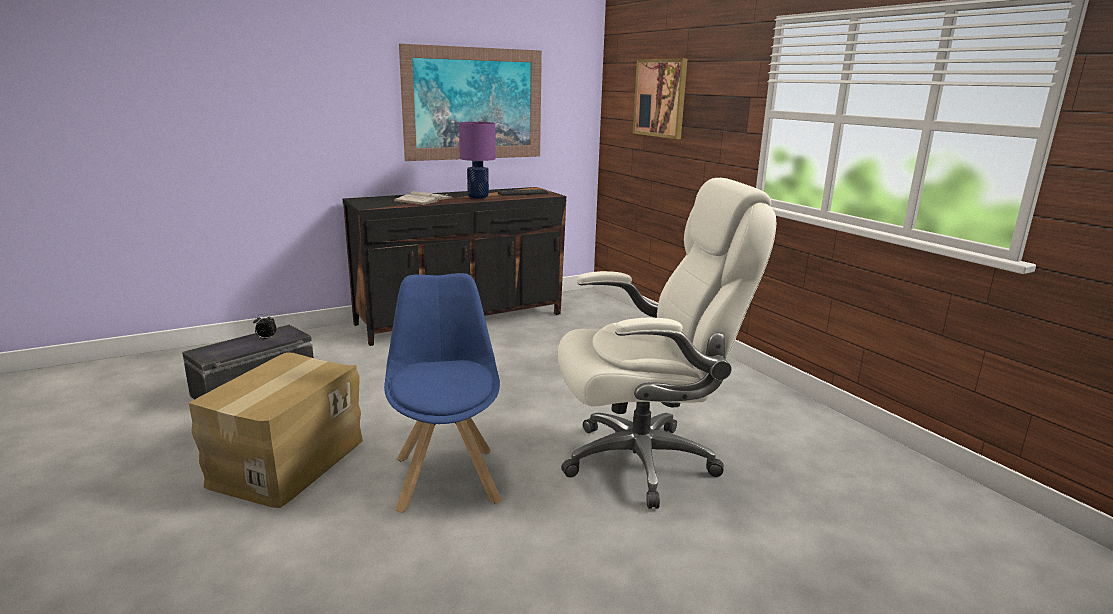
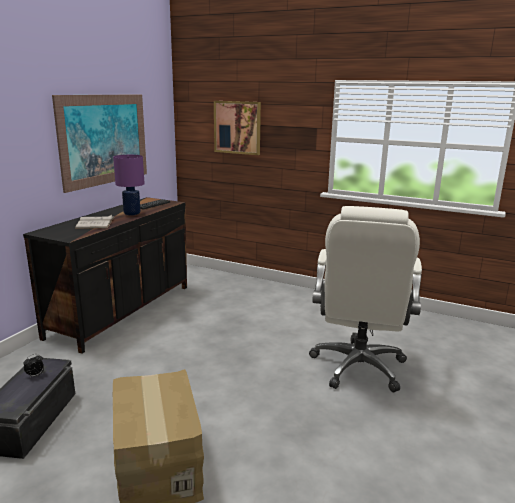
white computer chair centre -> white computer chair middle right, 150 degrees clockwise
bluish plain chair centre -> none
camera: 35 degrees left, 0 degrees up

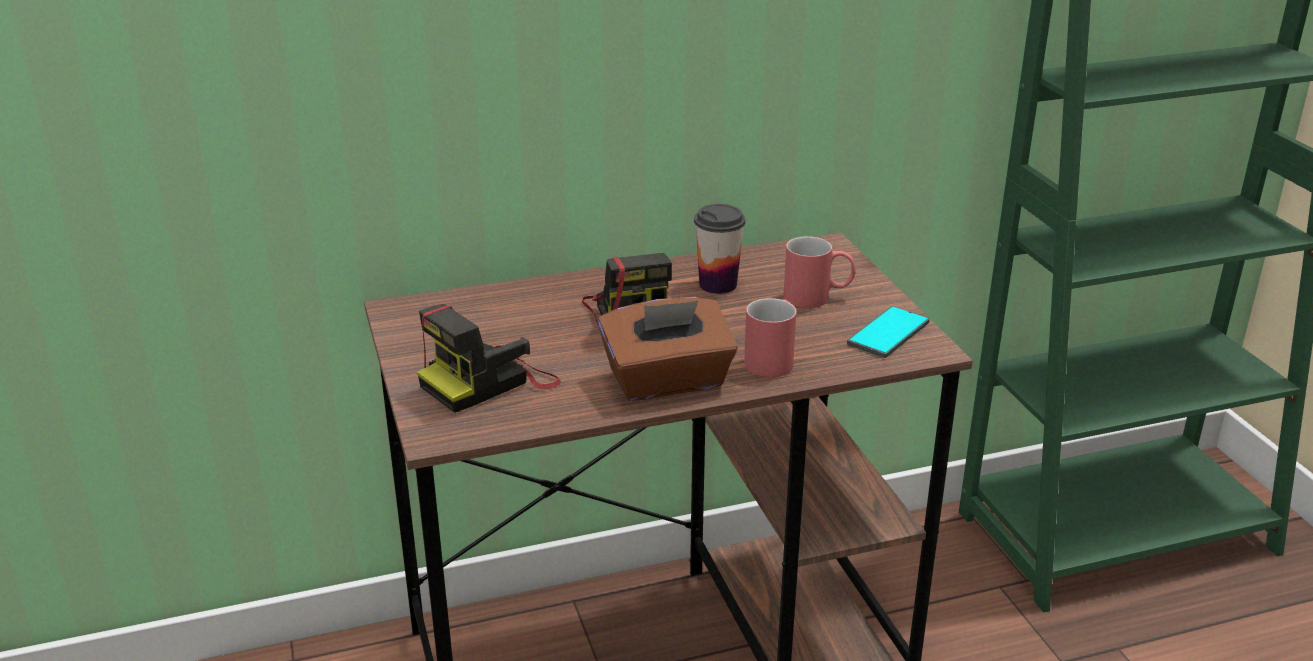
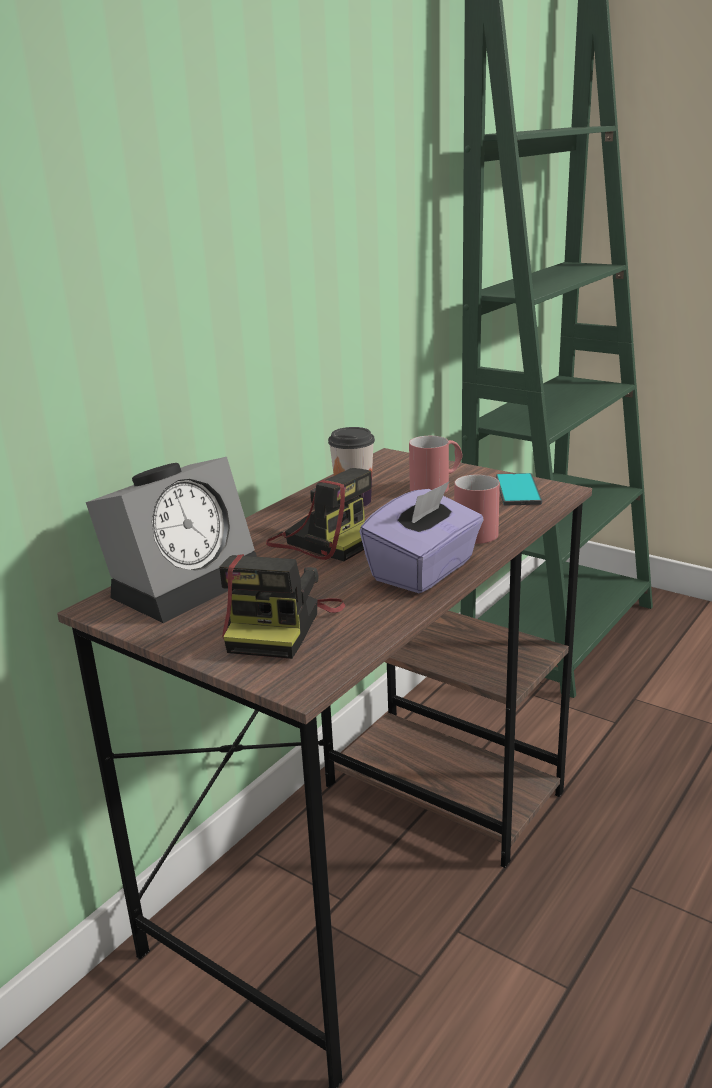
none -> alarm clock middle left
brown-coloured tissue holder centre -> purple tissue holder centre
camera: 35 degrees left, 5 degrees down

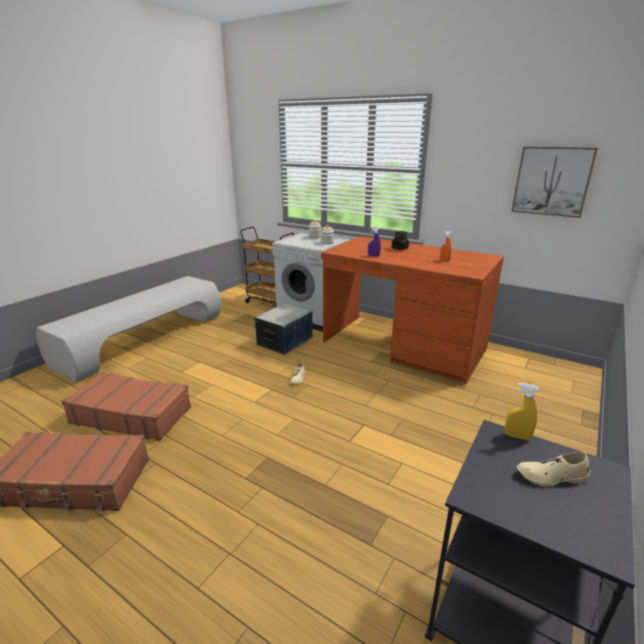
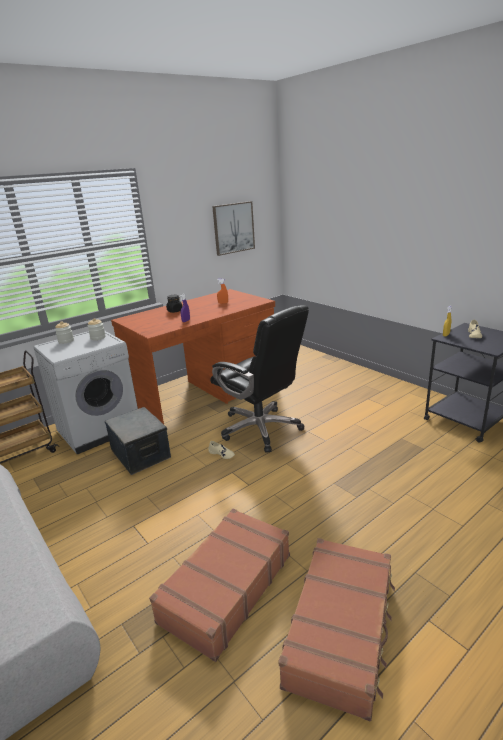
none -> black computer chair centre
camera: 70 degrees left, 0 degrees up

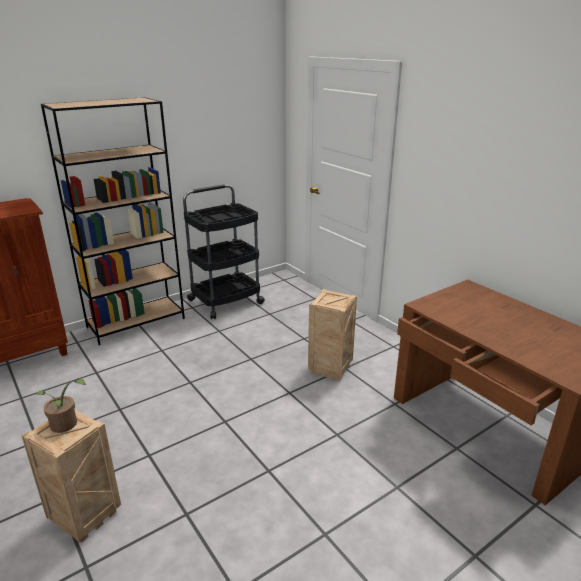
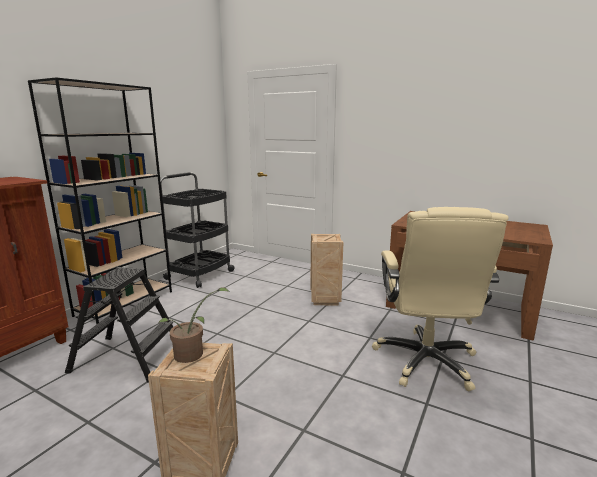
none -> black stepladder bottom left
none -> beige-coloured computer chair middle right
camera: 25 degrees left, 10 degrees down

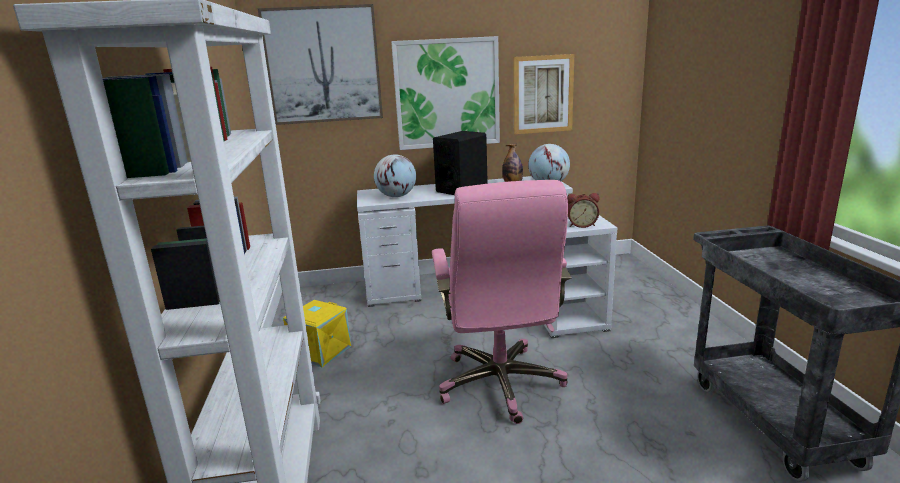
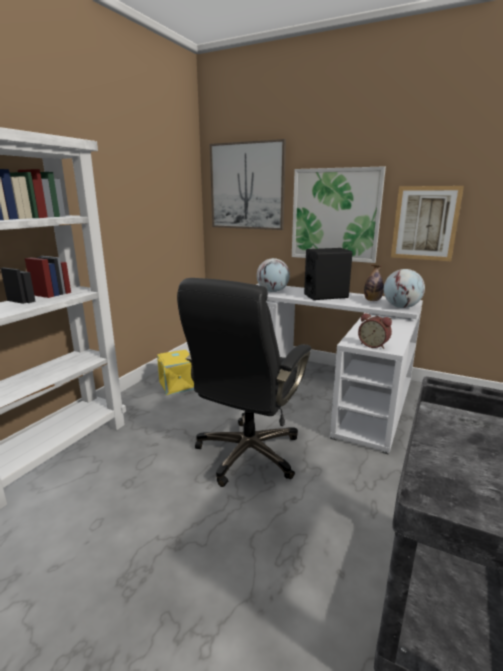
pink-coloured computer chair centre -> black computer chair centre
camera: 35 degrees right, 0 degrees up

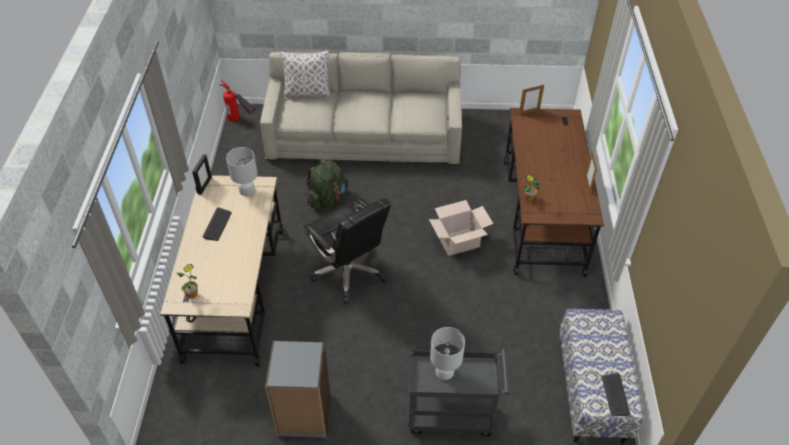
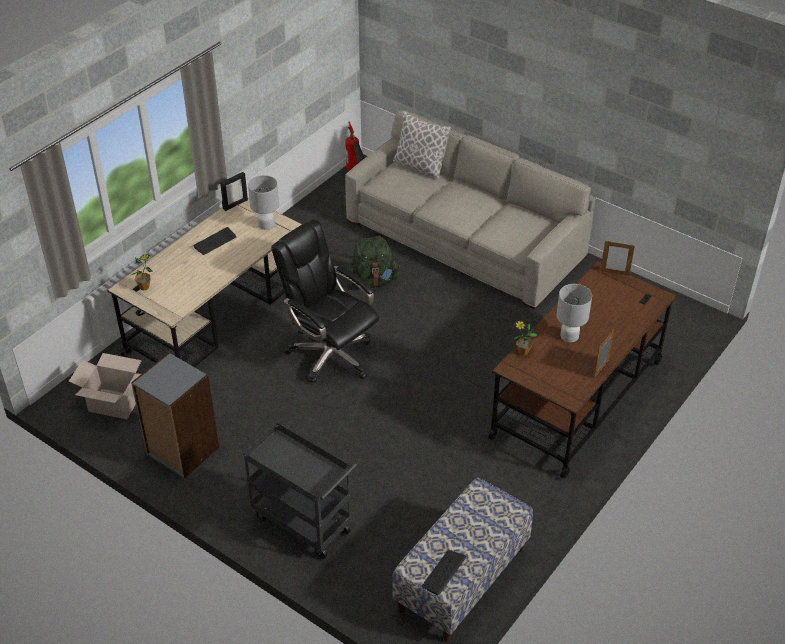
carton centre -> carton middle left, shifted
black computer chair centre, 135 degrees clockwise
grey tabletop lamp (no. 2 from left) bottom centre -> grey tabletop lamp (no. 2 from left) middle right, shifted
camera: 35 degrees right, 5 degrees down

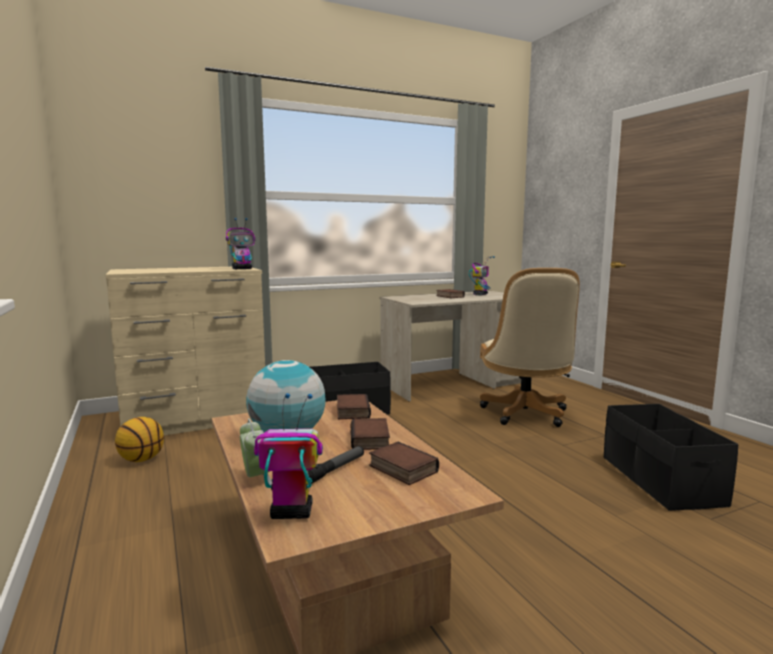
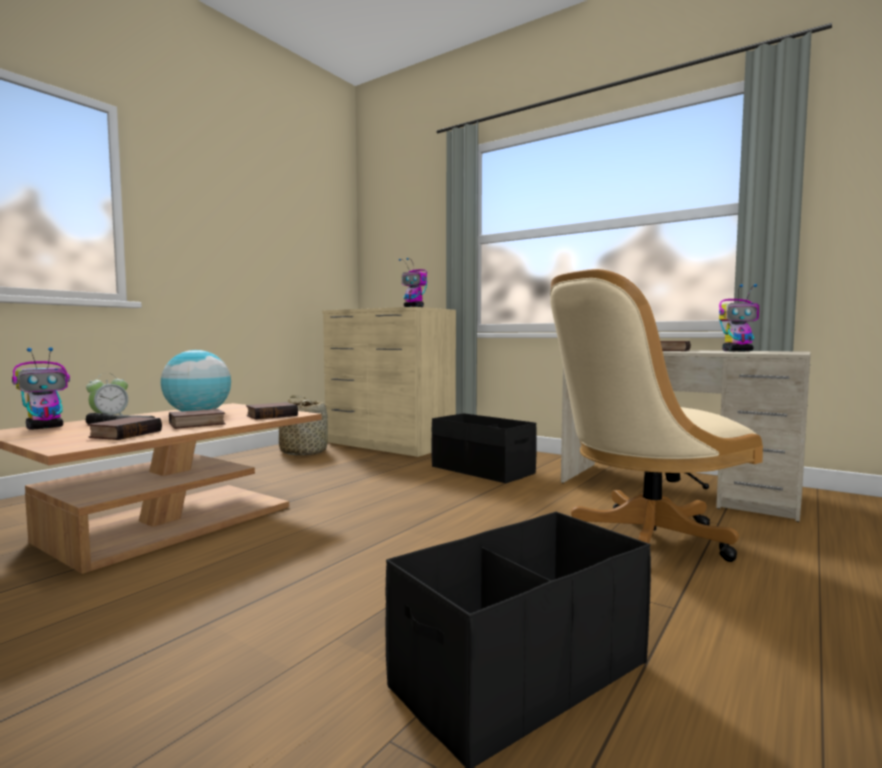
robot figure (no. 2 from left in the first image) bottom centre -> robot figure (no. 1 from left) middle left, 75 degrees clockwise
ball for basketball bottom left -> household basket centre
camera: 60 degrees right, 5 degrees down

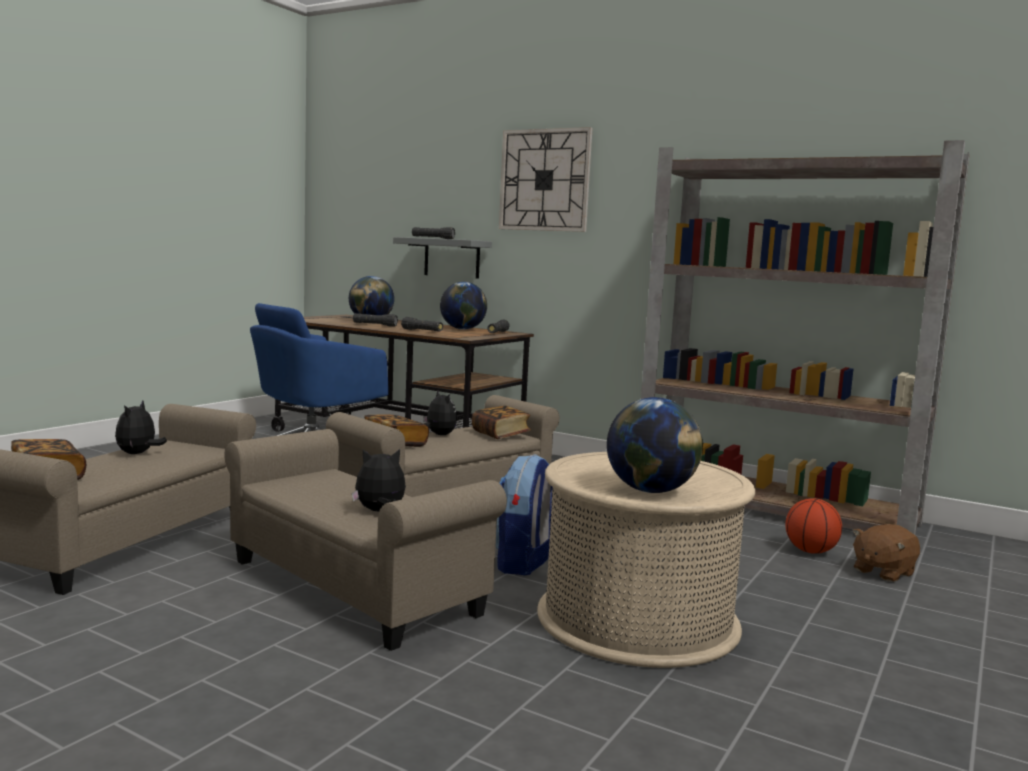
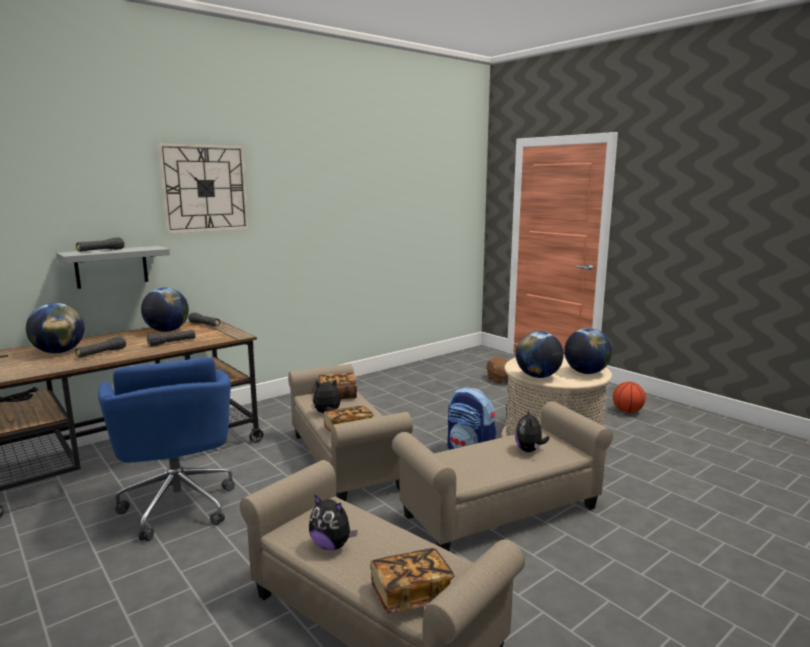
none -> globe (no. 3 from left) middle right
ball for basketball bottom right -> ball for basketball middle right, shifted
brown-coloured bookshelf middle right -> none
camera: 70 degrees left, 5 degrees up

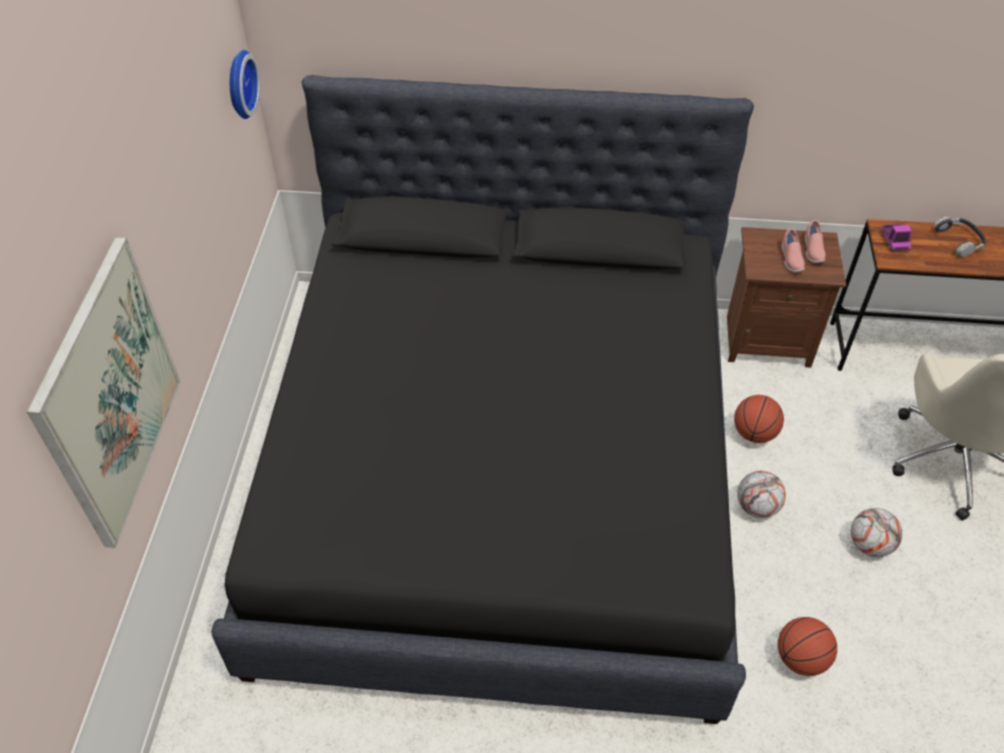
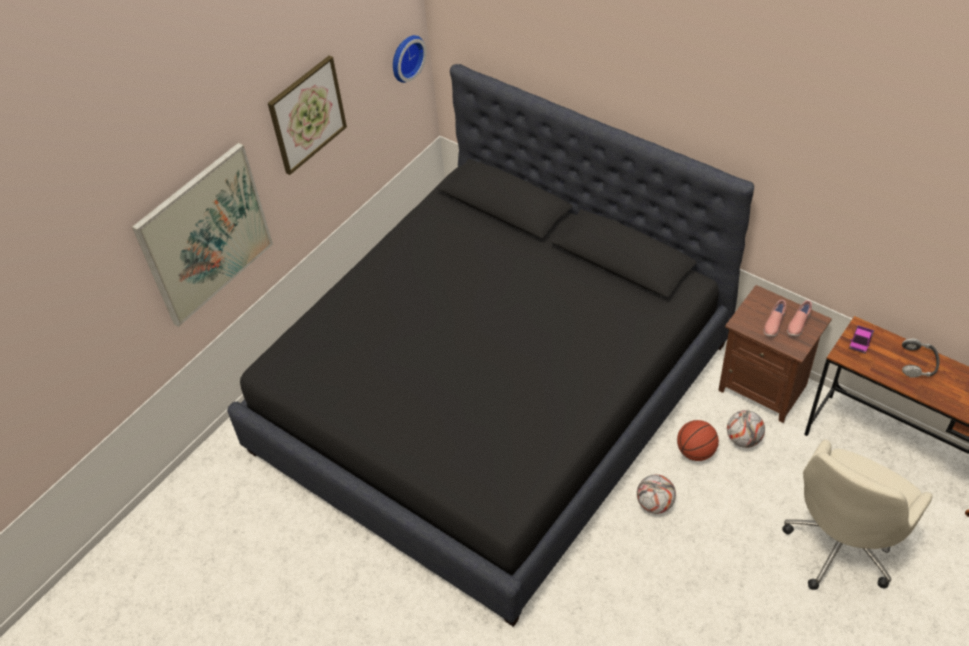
none -> picture (no. 2 from left) top left
football ball (no. 2 from left) bottom right -> football ball (no. 2 from left) middle right, shifted
ball for basketball (no. 2 from left) bottom right -> none
camera: 35 degrees right, 0 degrees up

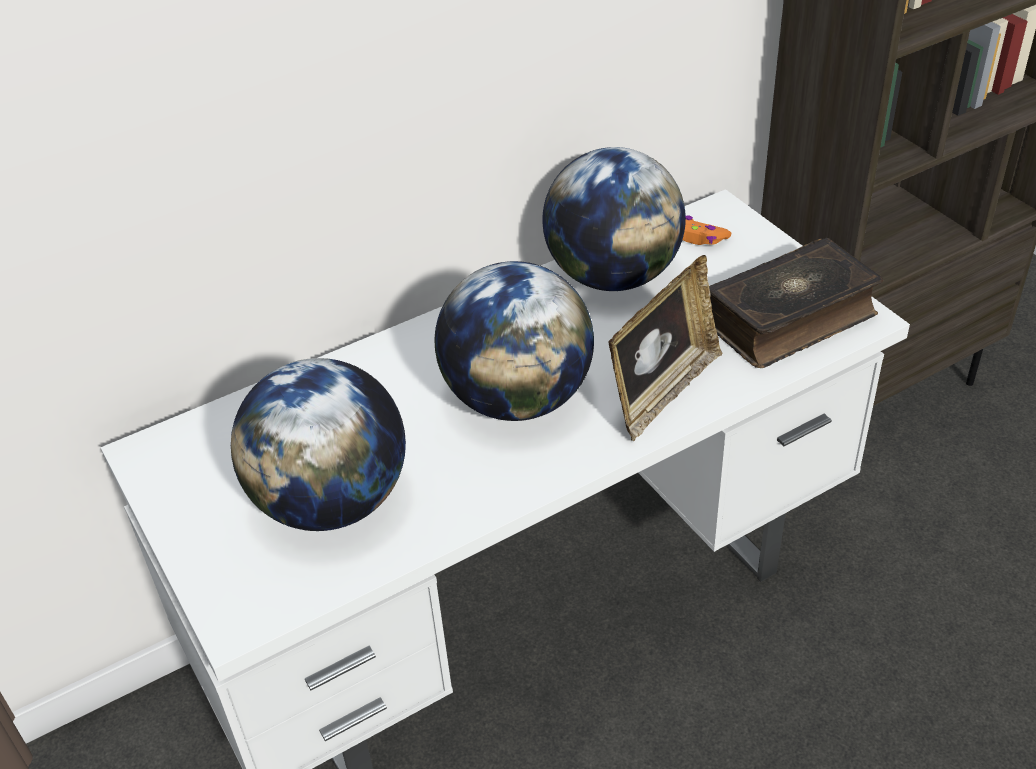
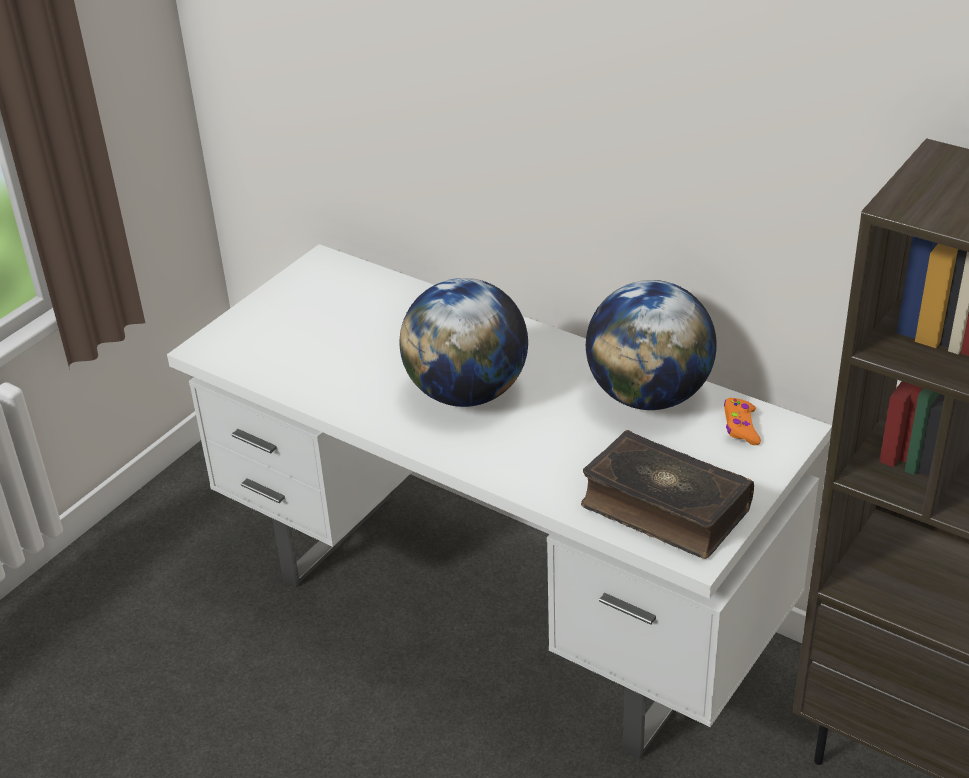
globe (no. 1 from left) middle left -> none
standing frame centre -> none
camera: 65 degrees right, 5 degrees down

